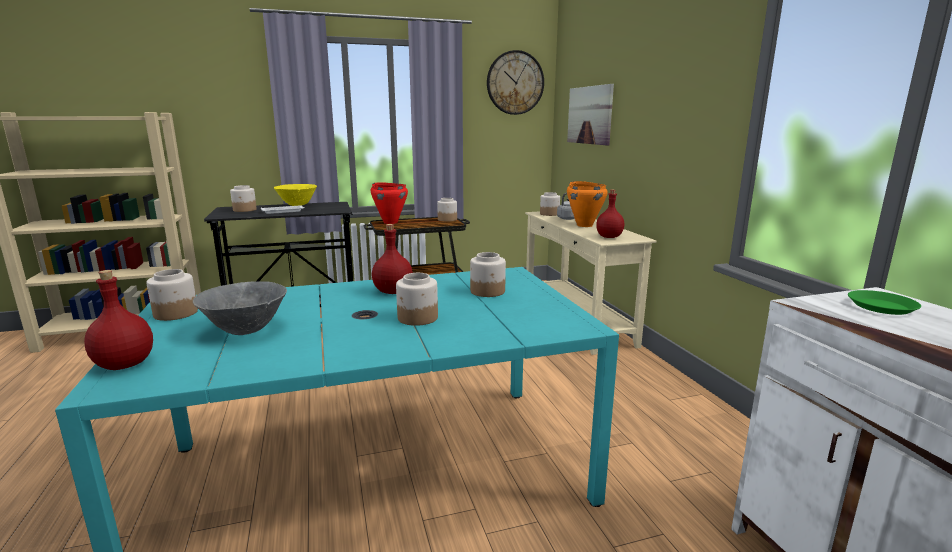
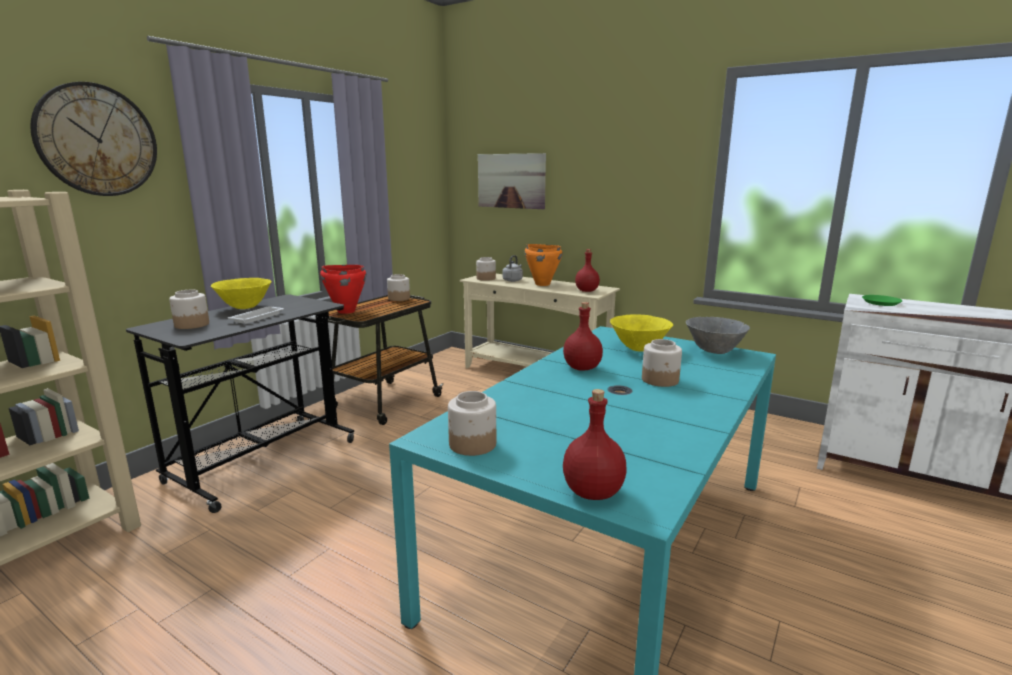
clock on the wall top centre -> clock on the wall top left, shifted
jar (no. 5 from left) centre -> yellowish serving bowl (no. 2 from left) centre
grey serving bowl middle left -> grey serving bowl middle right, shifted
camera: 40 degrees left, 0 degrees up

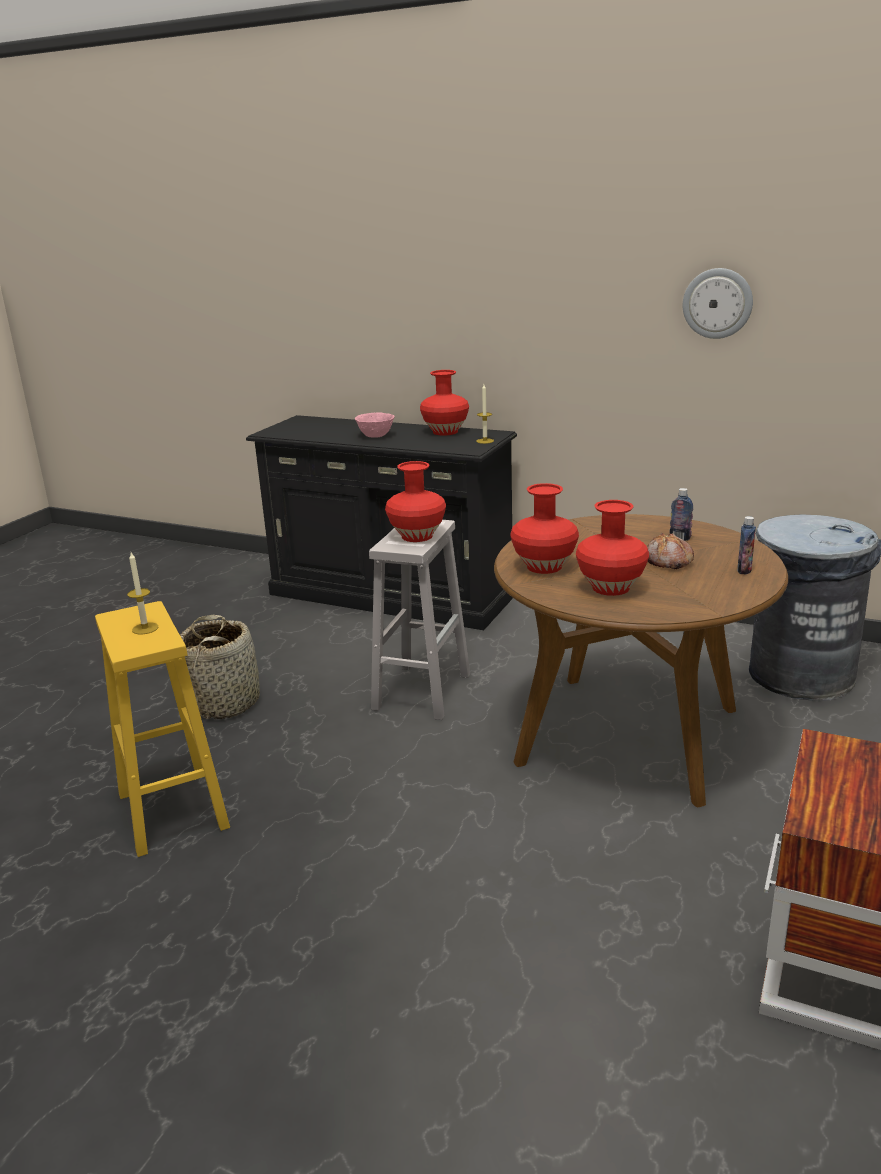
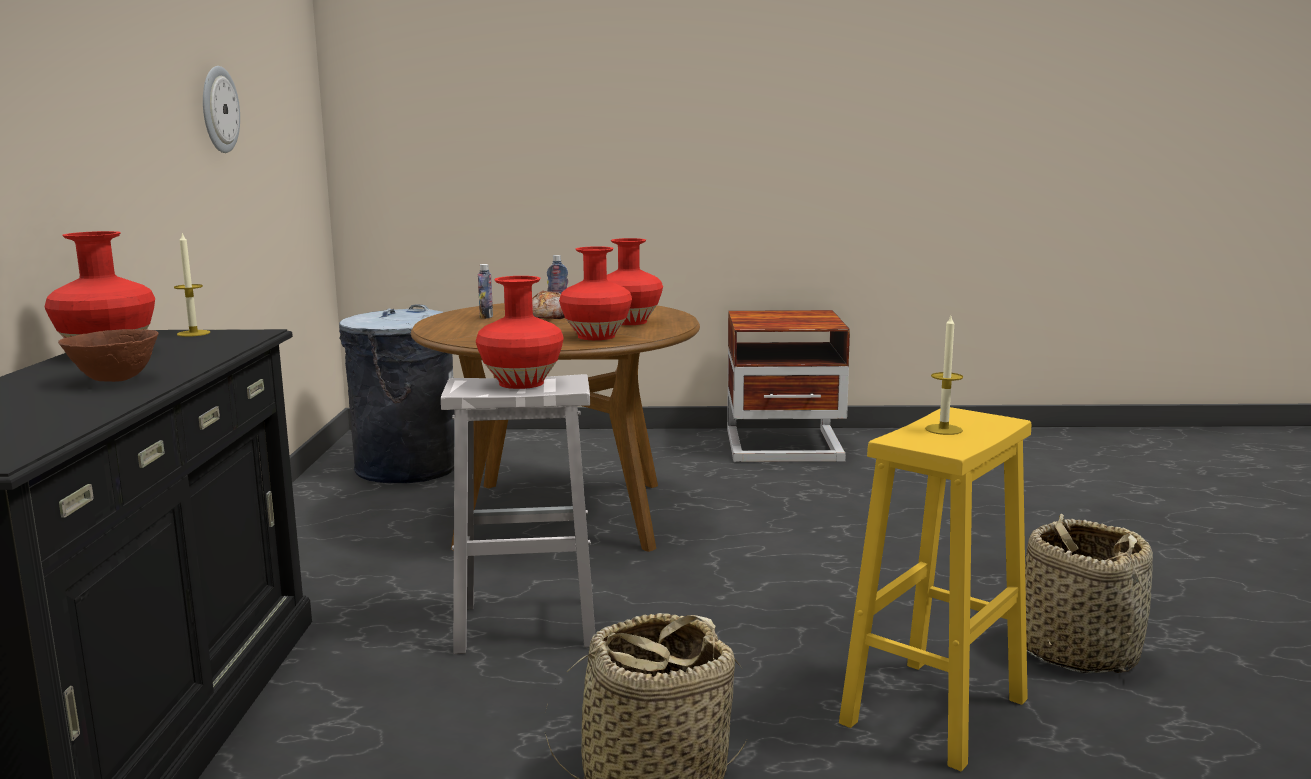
pink-coloured serving bowl centre -> brown-coloured serving bowl middle left
none -> household basket (no. 2 from left) bottom right
camera: 115 degrees left, 10 degrees down

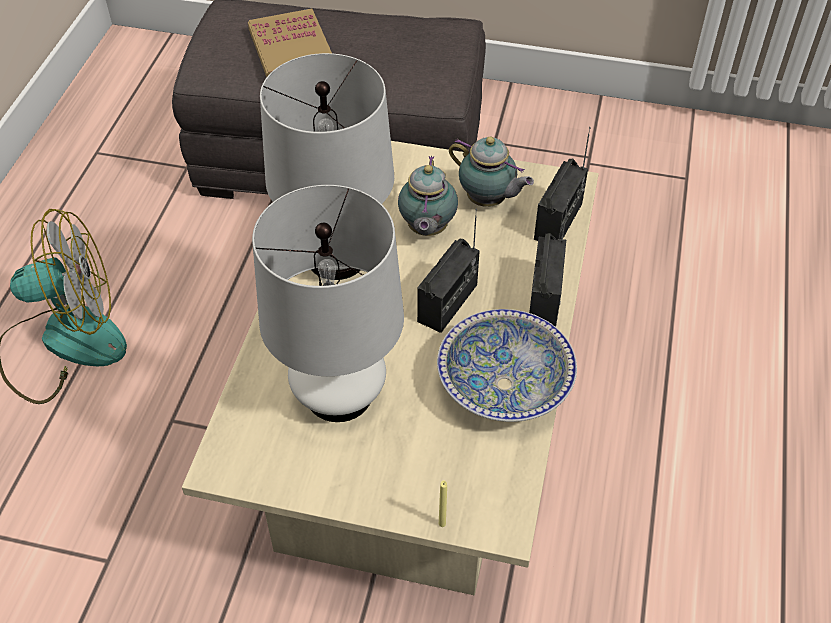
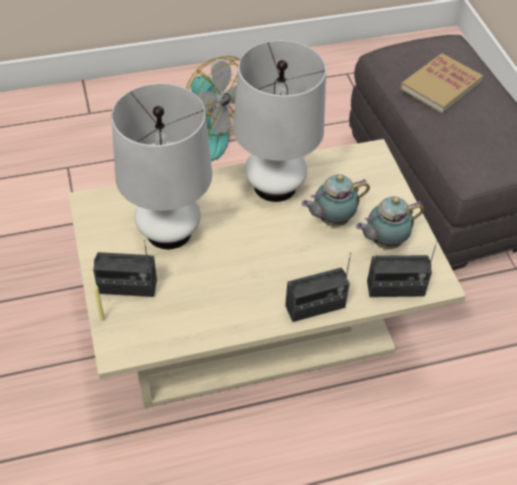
radio receiver (no. 1 from left) centre -> radio receiver (no. 1 from left) middle left, shifted
teapot (no. 2 from left) top centre -> teapot (no. 2 from left) middle right, 60 degrees clockwise
serving bowl centre -> none
camera: 60 degrees right, 0 degrees up

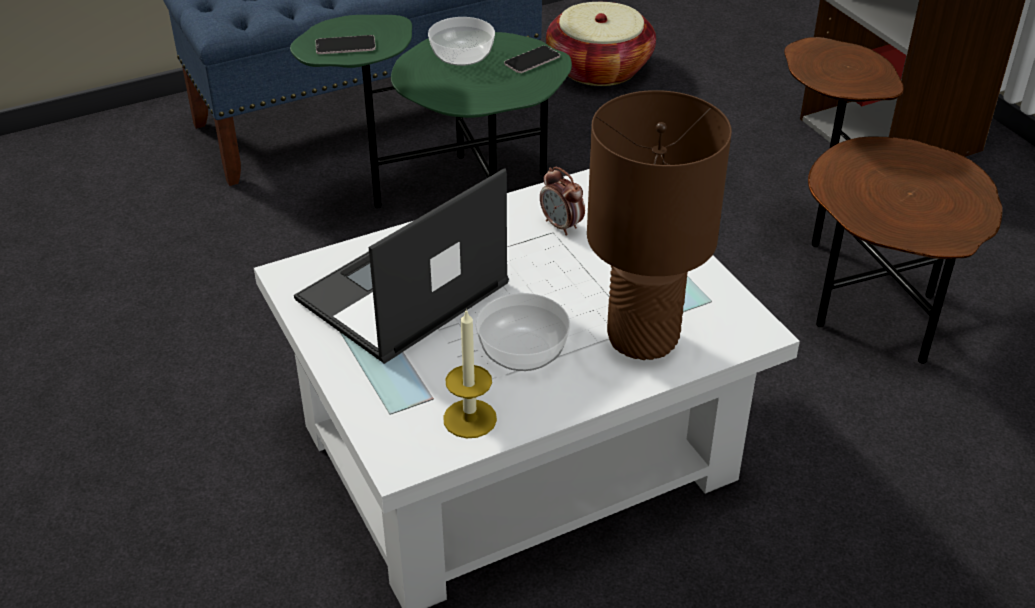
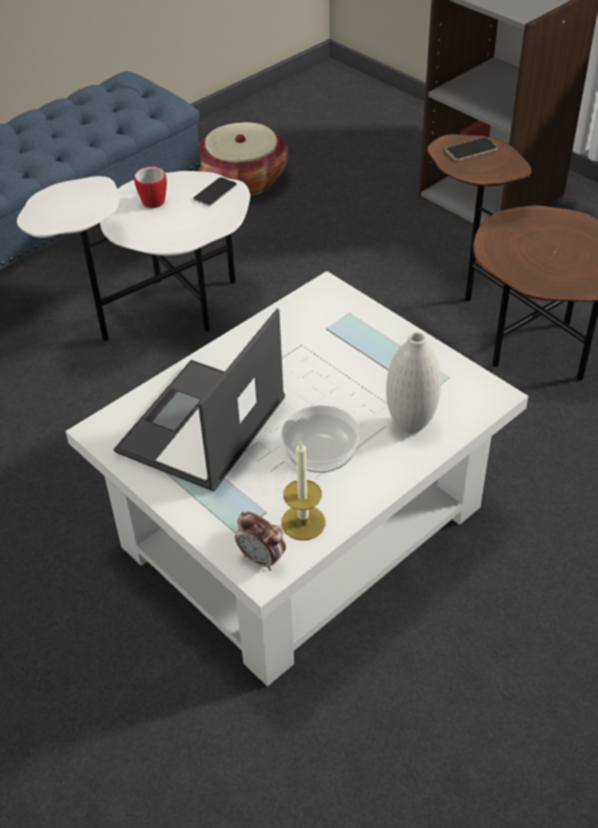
greenish side table top centre -> white side table top left
serving bowl (no. 1 from left) top centre -> coffee mug top left
alarm clock top centre -> alarm clock centre, shifted
brown-coloured tabletop lamp centre -> white decorative vase middle right
handset (no. 1 from left in the first image) top centre -> handset (no. 2 from left) top right, shifted
camera: 15 degrees left, 5 degrees up

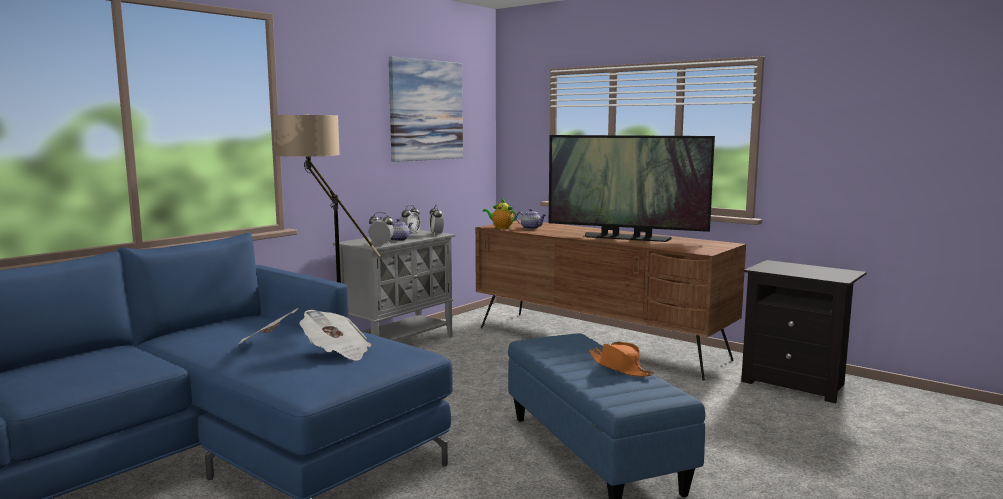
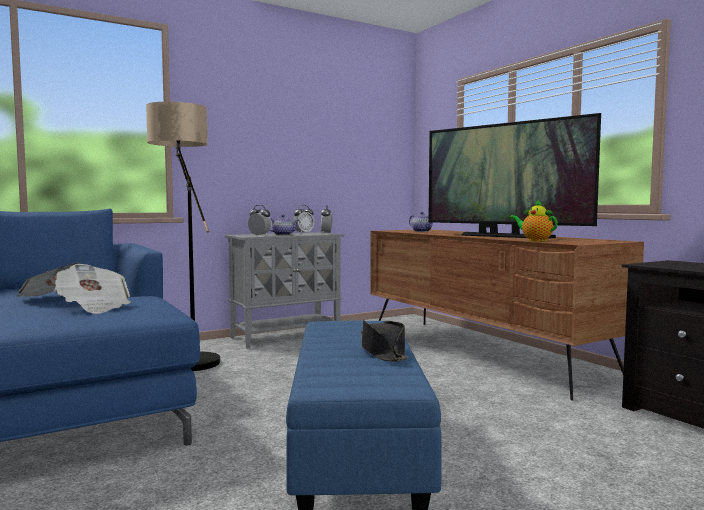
orange hat bottom centre -> black hat bottom centre
teapot (no. 2 from left in the first image) centre -> teapot (no. 3 from left) middle right, shifted
picture top centre -> none
camera: 20 degrees right, 5 degrees down

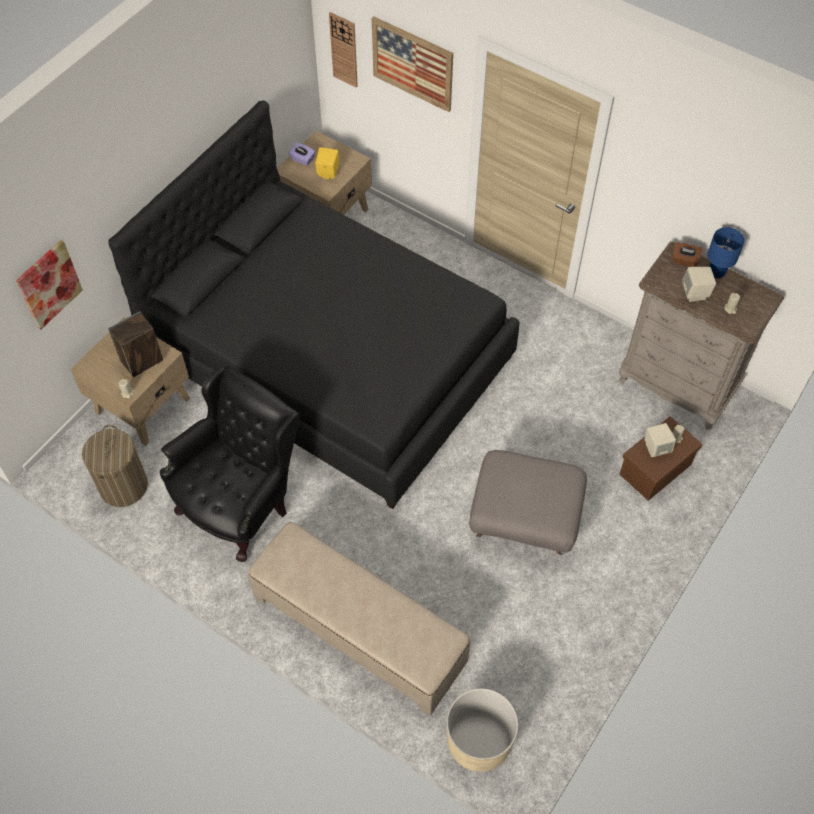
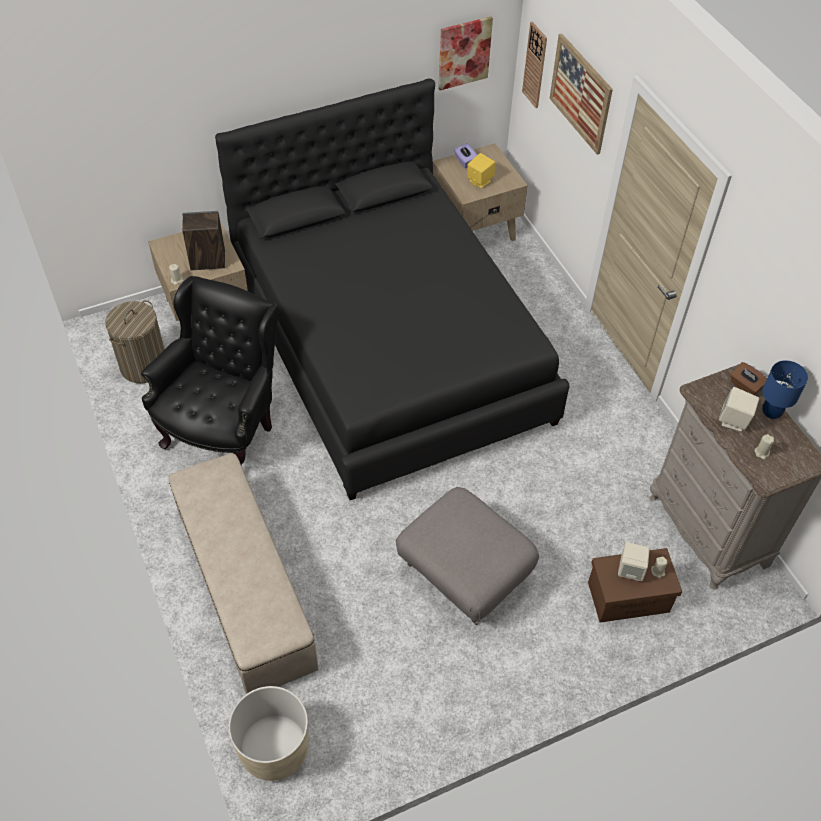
black armchair middle left, 45 degrees counterclockwise
picture (no. 1 from left) middle left -> picture (no. 1 from left) top centre, shifted
camera: 30 degrees right, 5 degrees down

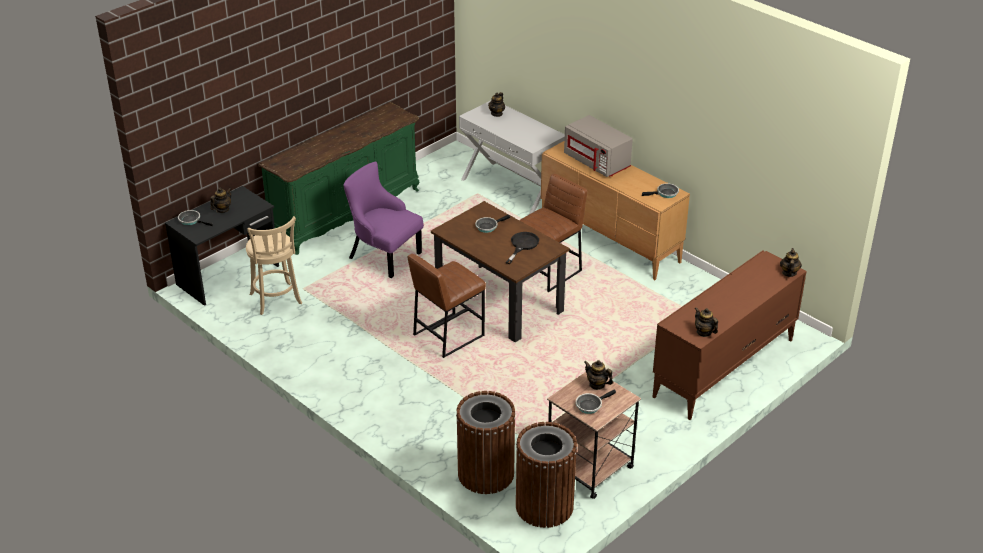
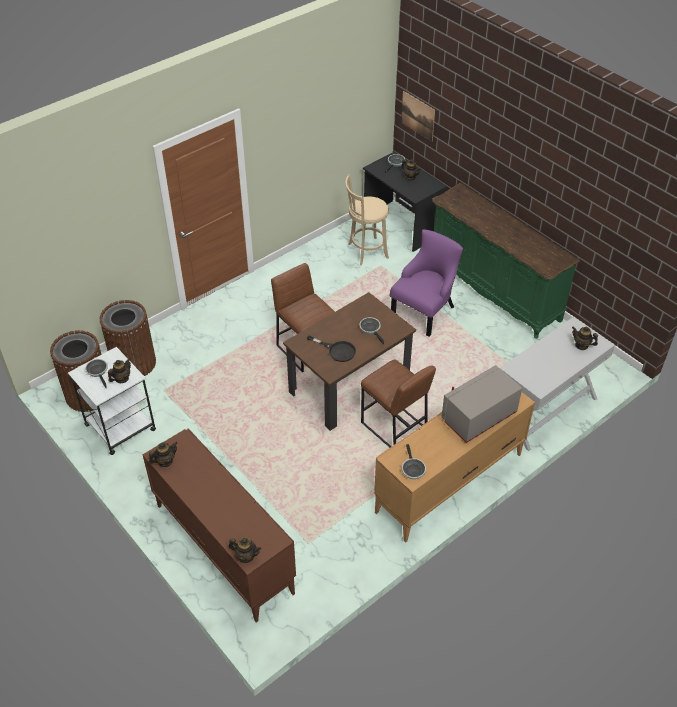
brown-coloured cart bottom centre -> white cart middle left
none -> picture top centre
camera: 95 degrees right, 10 degrees up

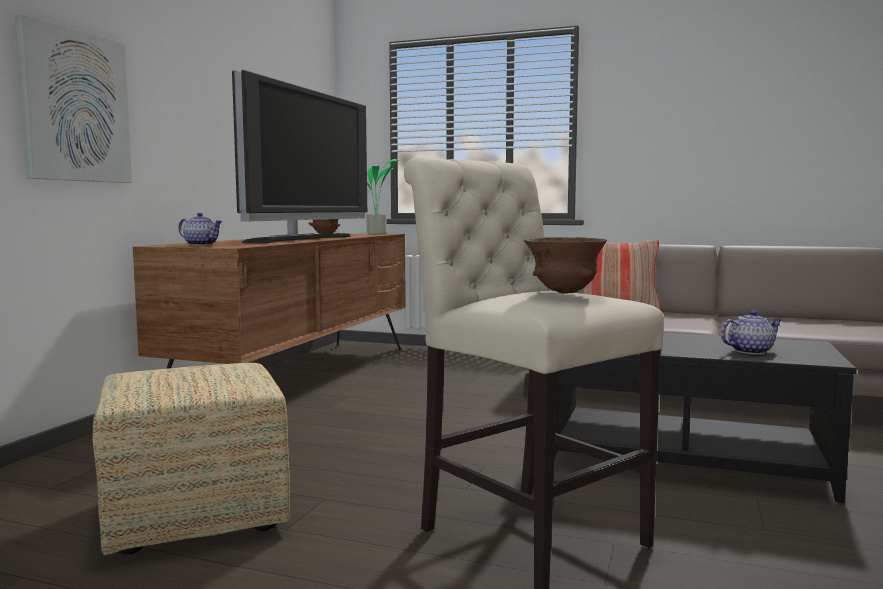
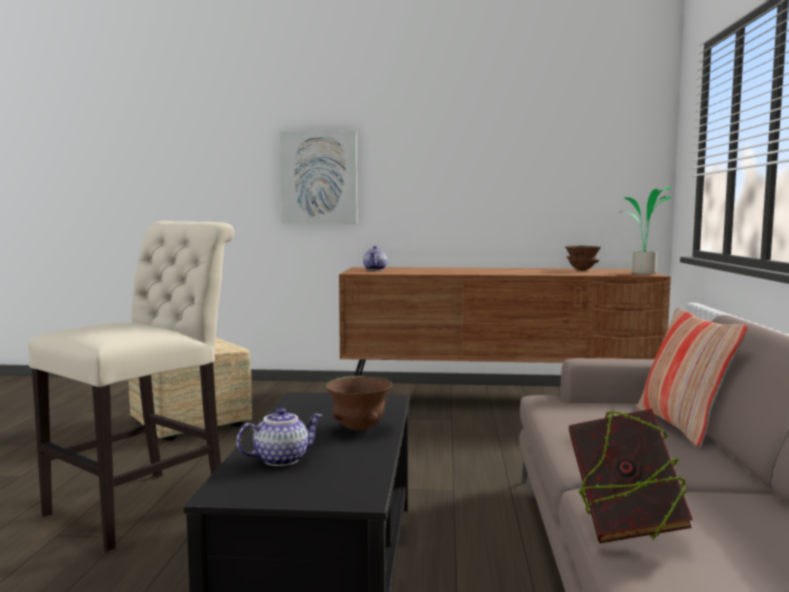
teapot (no. 2 from left in the first image) middle right -> teapot (no. 1 from left) bottom centre, 90 degrees counterclockwise
brown-coloured serving bowl (no. 2 from left in the first image) centre -> brown-coloured serving bowl (no. 1 from left) bottom centre, shifted
none -> book bottom right
TV set top centre -> none
camera: 75 degrees right, 0 degrees up

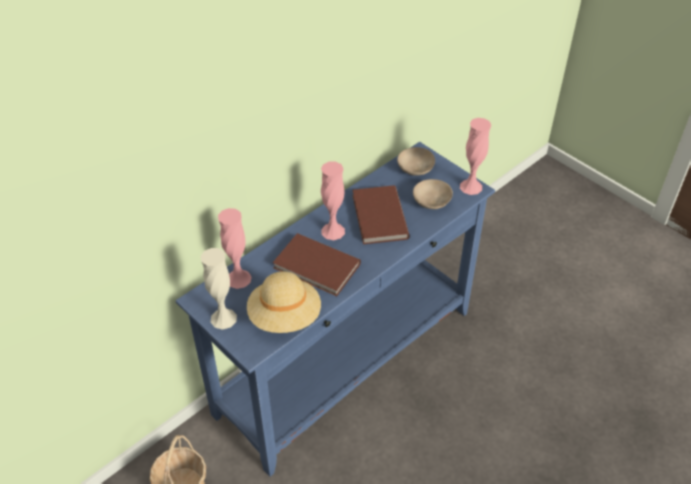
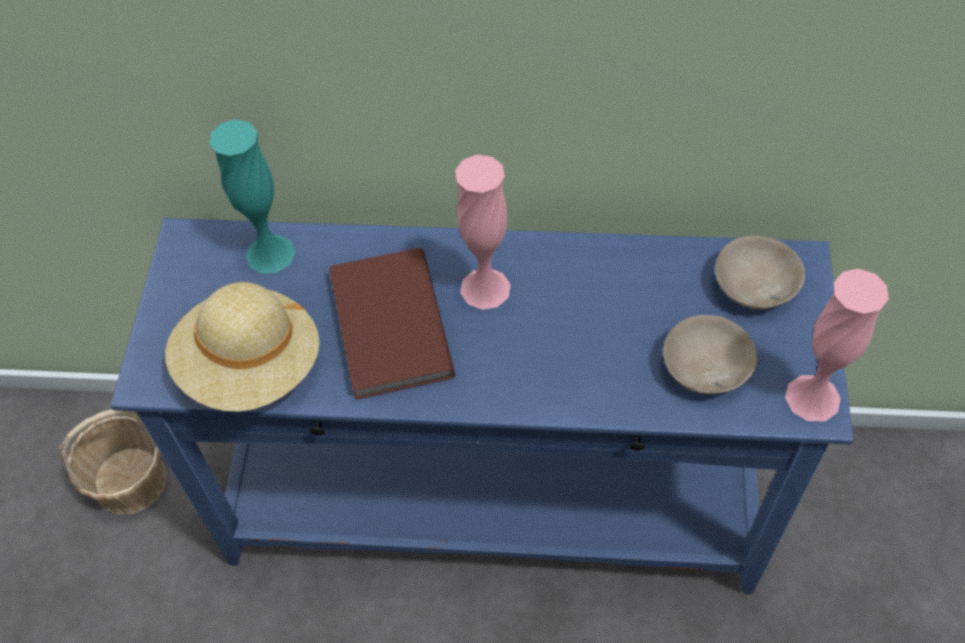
pink-coloured decorative vase (no. 1 from left) centre -> turquoise decorative vase top left
white decorative vase middle left -> none
brown-coloured book (no. 2 from left) centre -> none
camera: 50 degrees right, 10 degrees up

